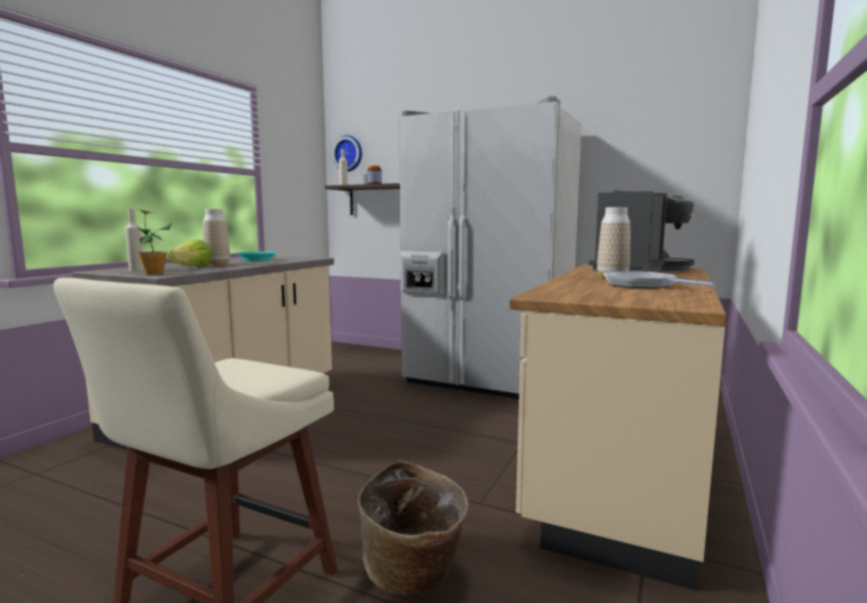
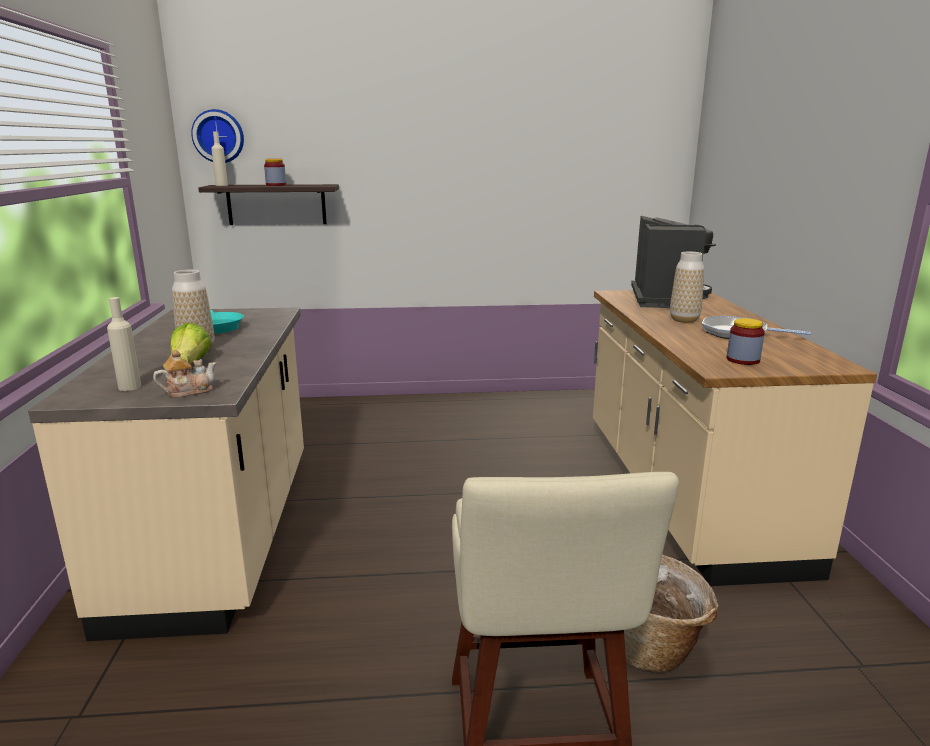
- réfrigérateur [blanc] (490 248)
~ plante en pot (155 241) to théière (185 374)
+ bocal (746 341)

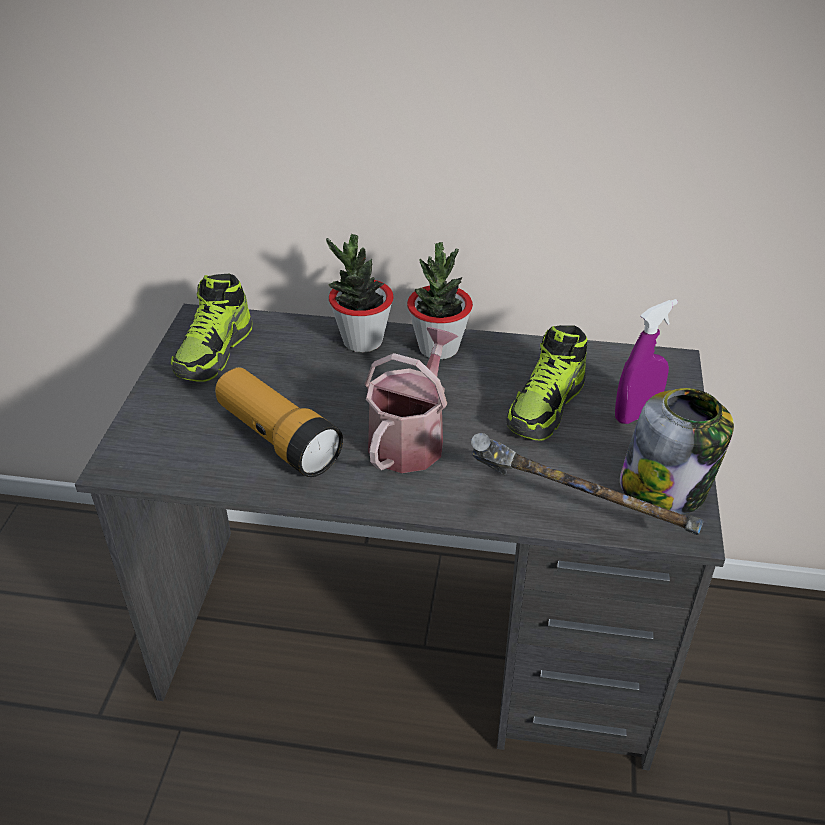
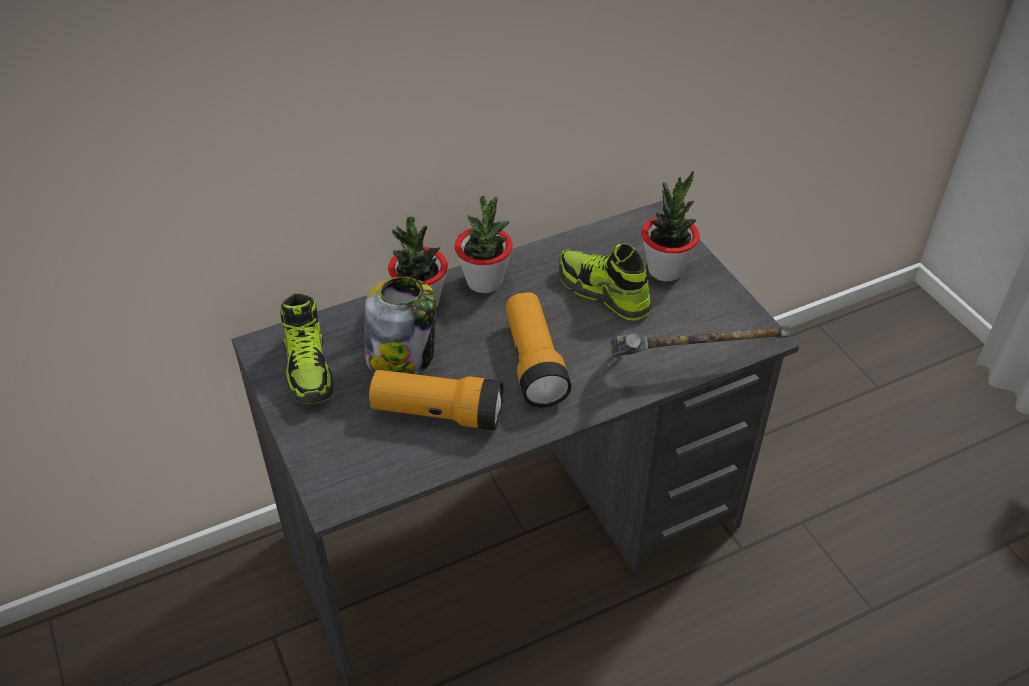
~ vaporisateur [violet] (646 361) to plante en pot (670 226)
~ chaussure (546 383) = (605 282) 135 degrees clockwise
~ arrosoir (411 400) to lampe de poche (538 350)
~ bocal (677 451) to (400 325)

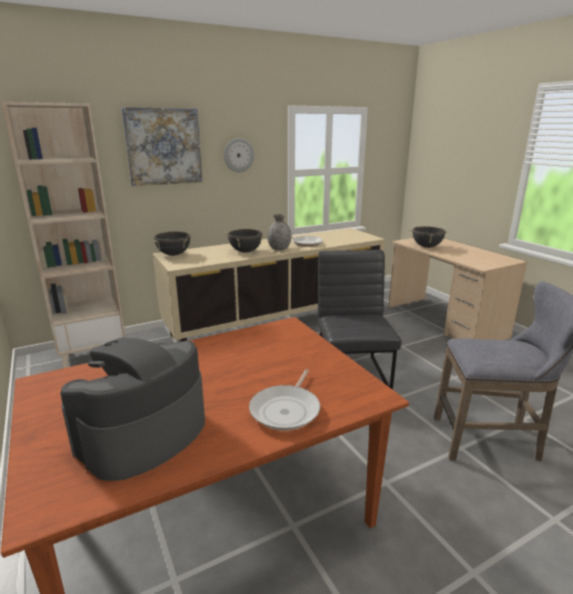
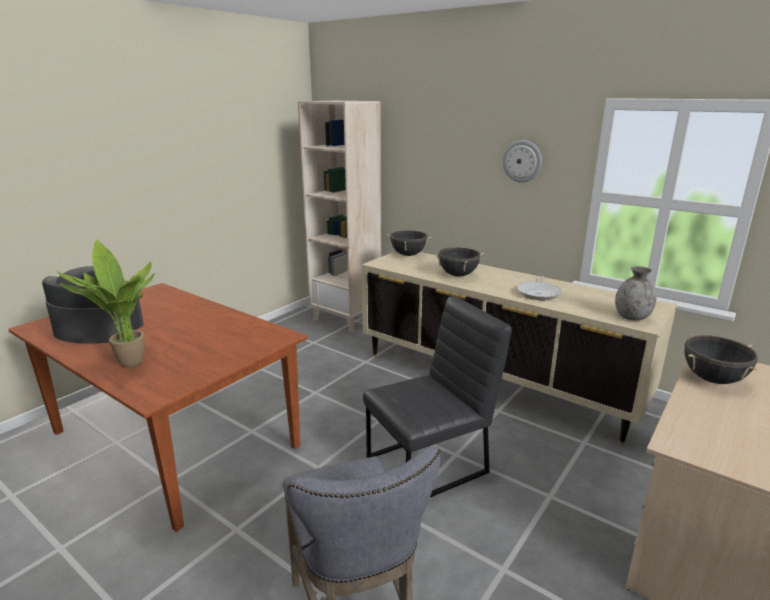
- tableau (161 146)
~ vase [gris] (279 232) to (635 293)
~ poêle (284 400) to plante en pot (106 304)

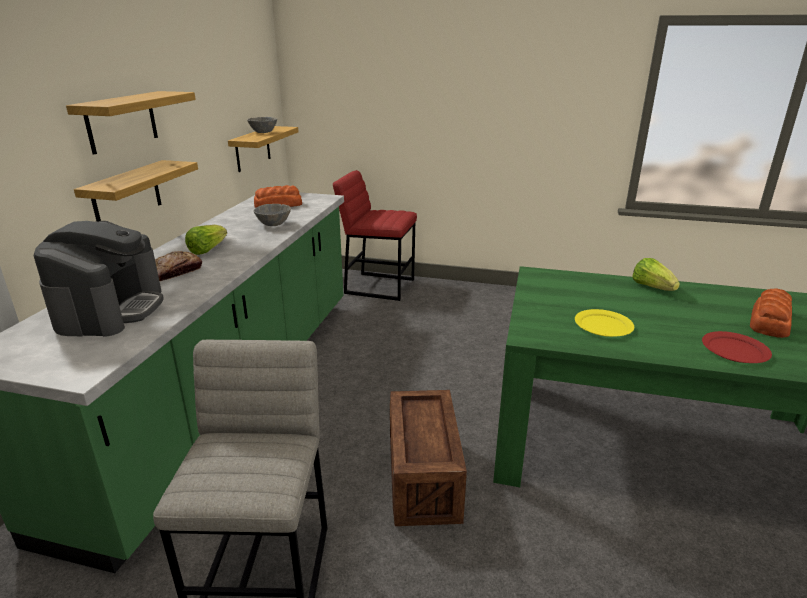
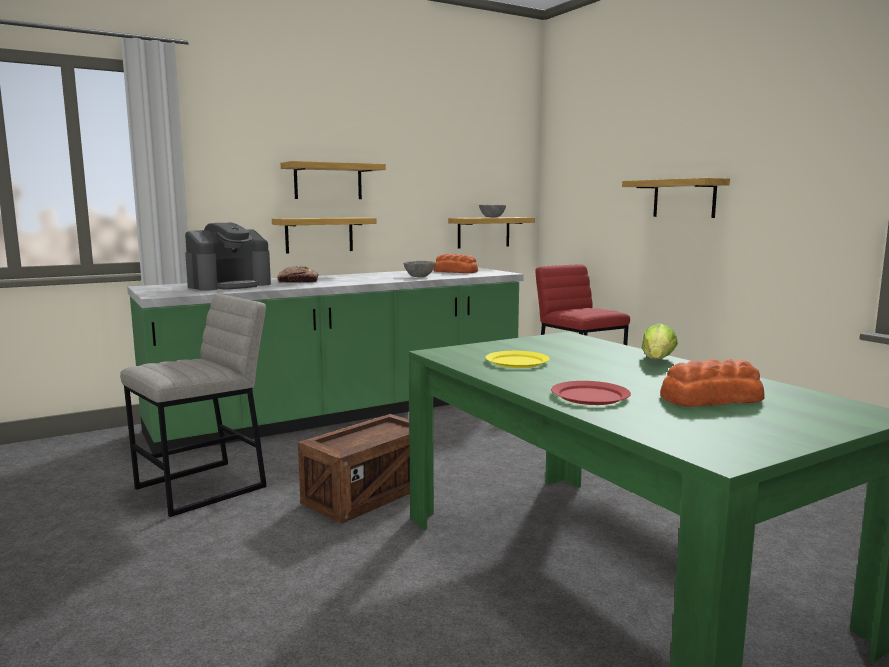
- laitue (206 240)
+ étagère (676 198)

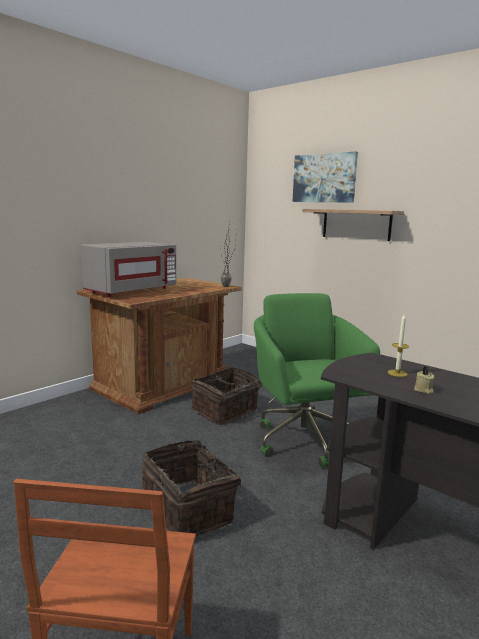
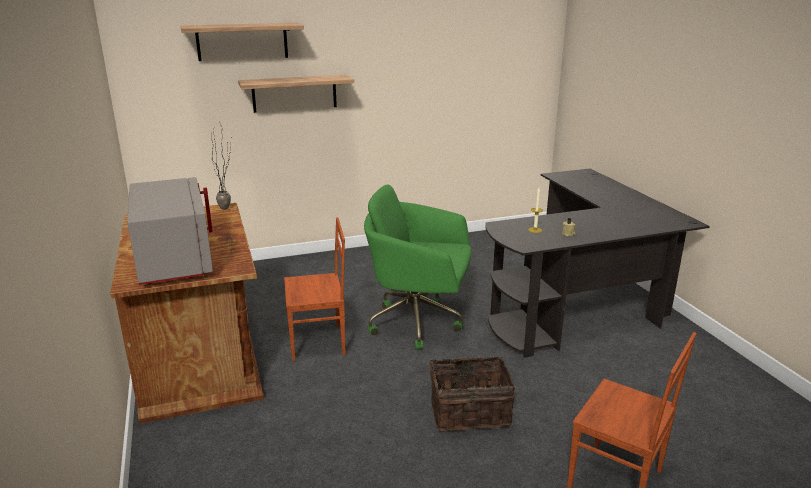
~ tableau (325 177) to étagère (242 42)
~ panier (227 396) to chaise [marron] (314 289)

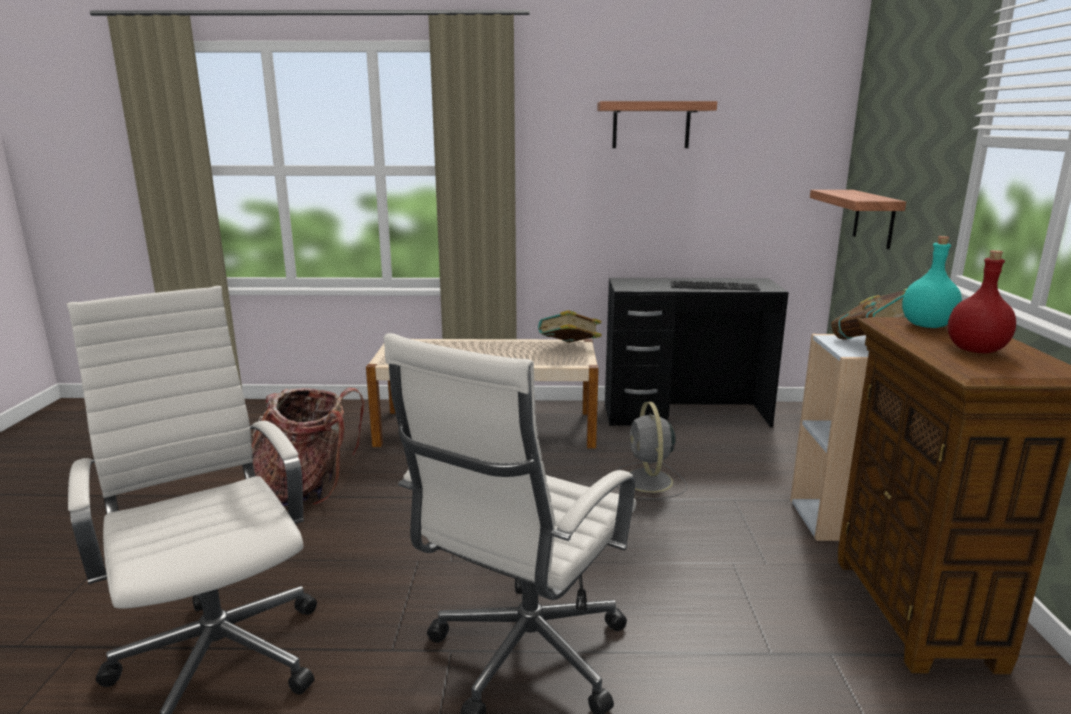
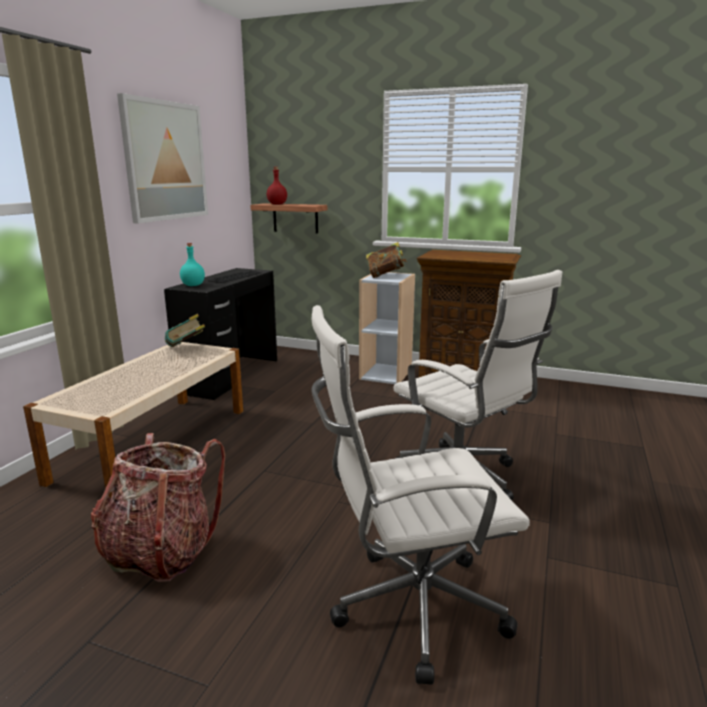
~ étagère (657 124) to tableau (162 158)
~ bouteille [turquoise] (932 282) to (192 264)
~ bouteille [rouge] (982 301) to (277 186)
- ventilateur [gris] (652 450)

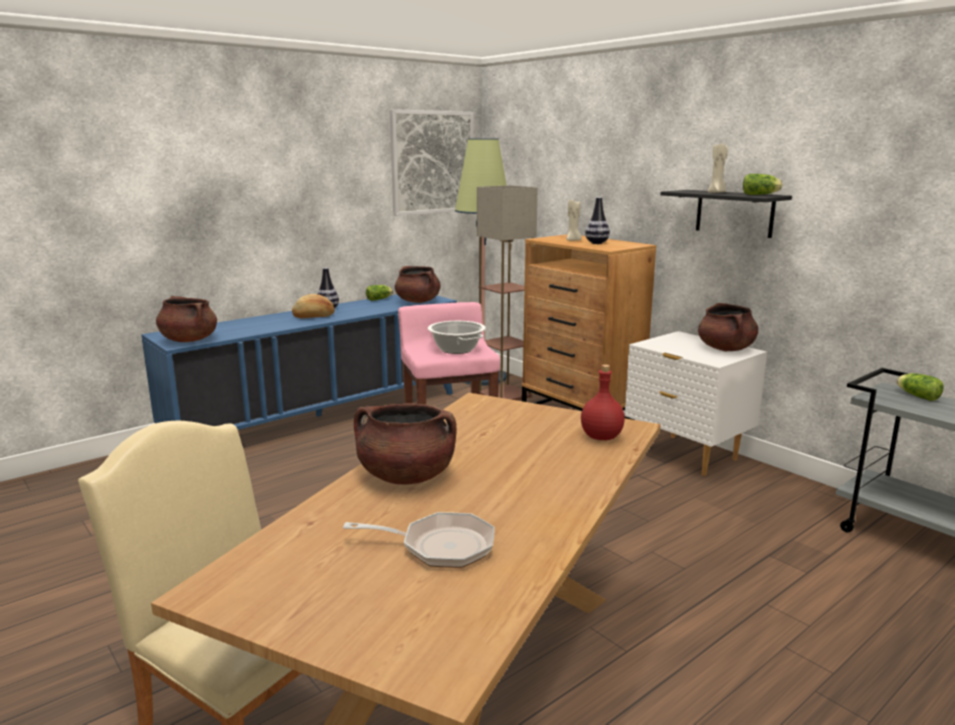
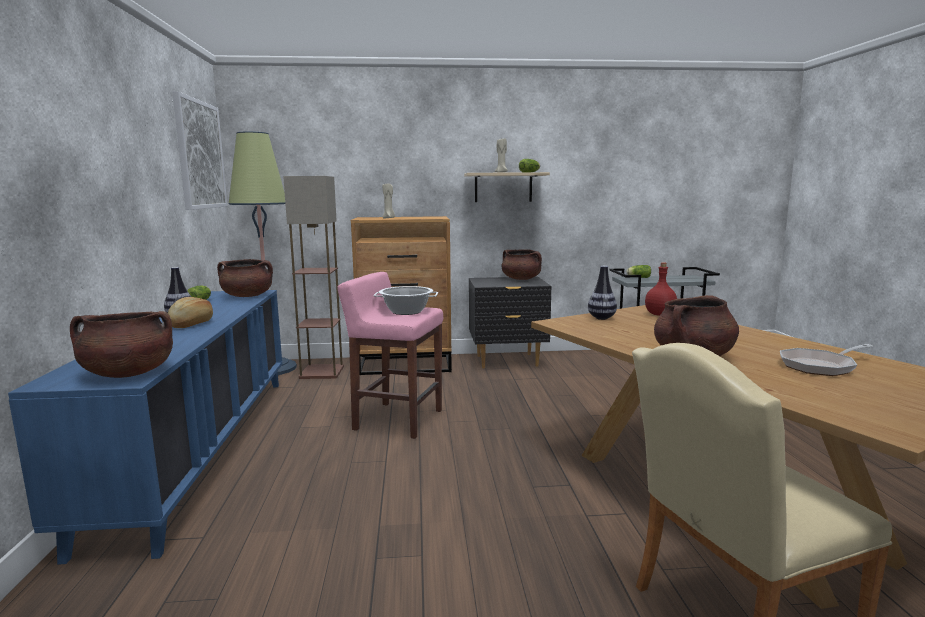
~ étagère [noir] (726 214) to étagère [beige] (507 187)
~ vase (597 220) to (602 293)
~ table de chevet [blanc] (696 403) to table de chevet [noir] (510 322)
~ poêle (419 540) = (827 360) 150 degrees counterclockwise

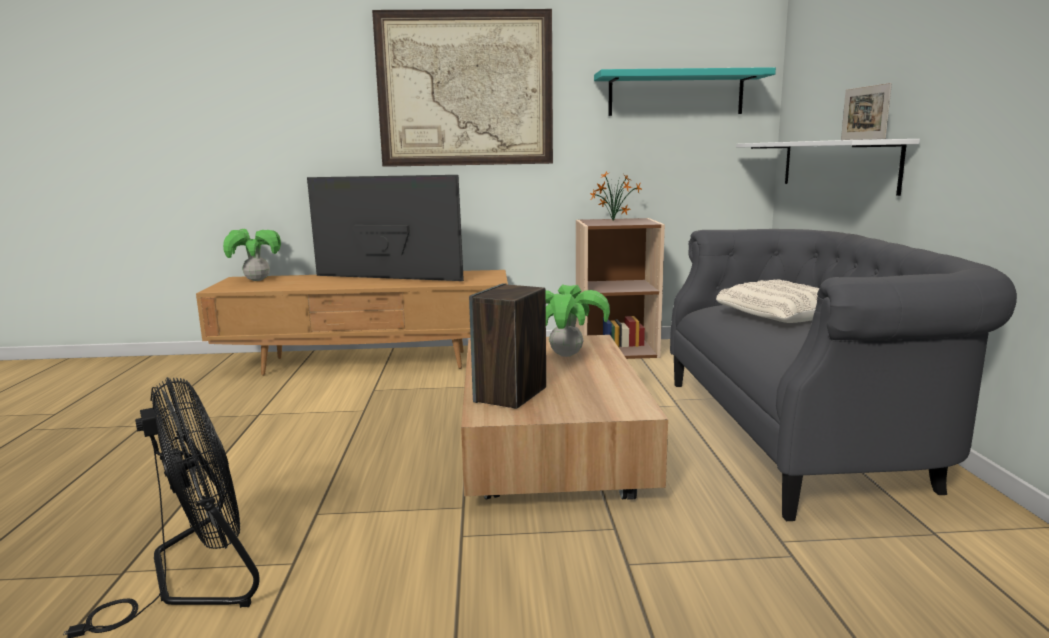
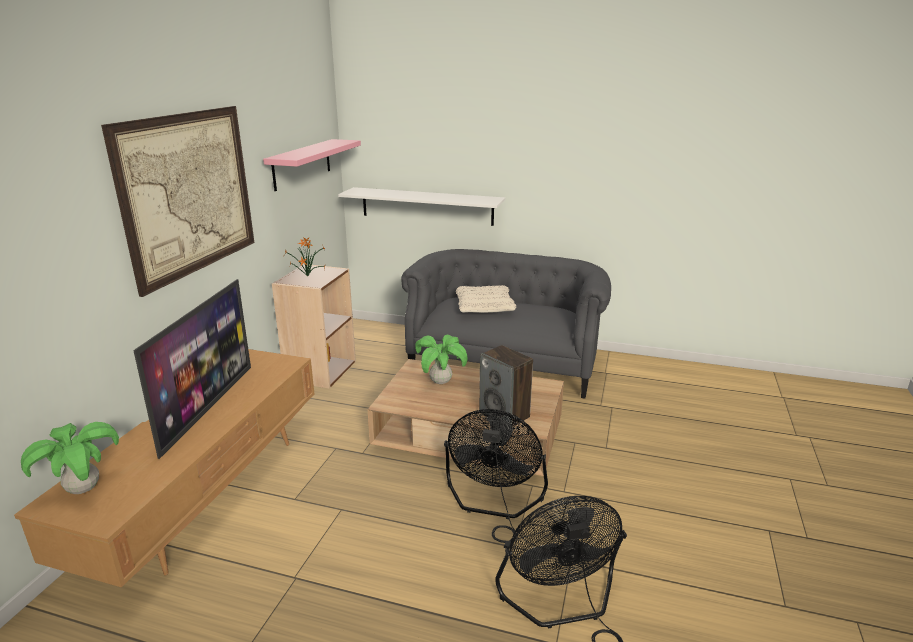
~ étagère [turquoise] (685 91) to étagère [rose] (312 165)
- cadre photo (866 111)
~ téléviseur (385 228) = (192 369) 150 degrees clockwise
+ ventilateur [noir] (496 479)

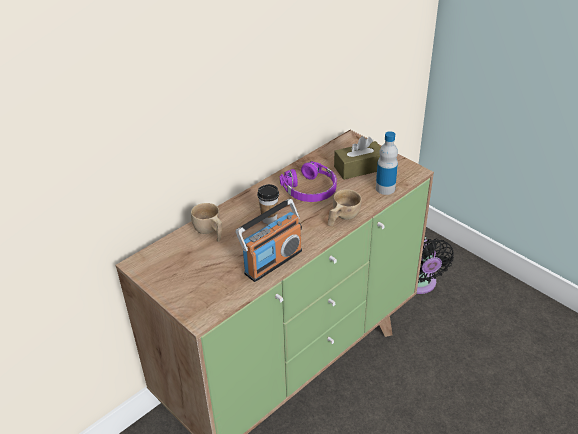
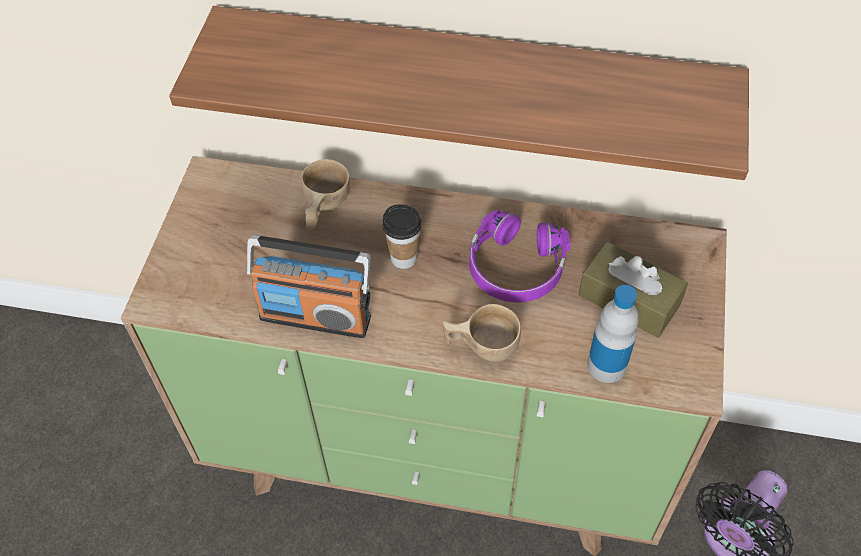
+ étagère (459 93)

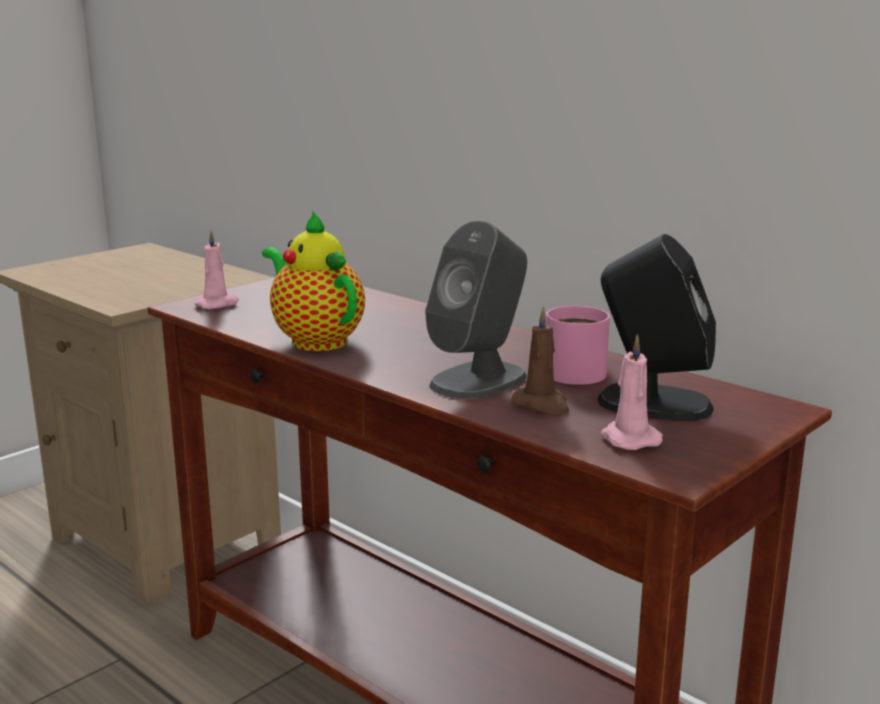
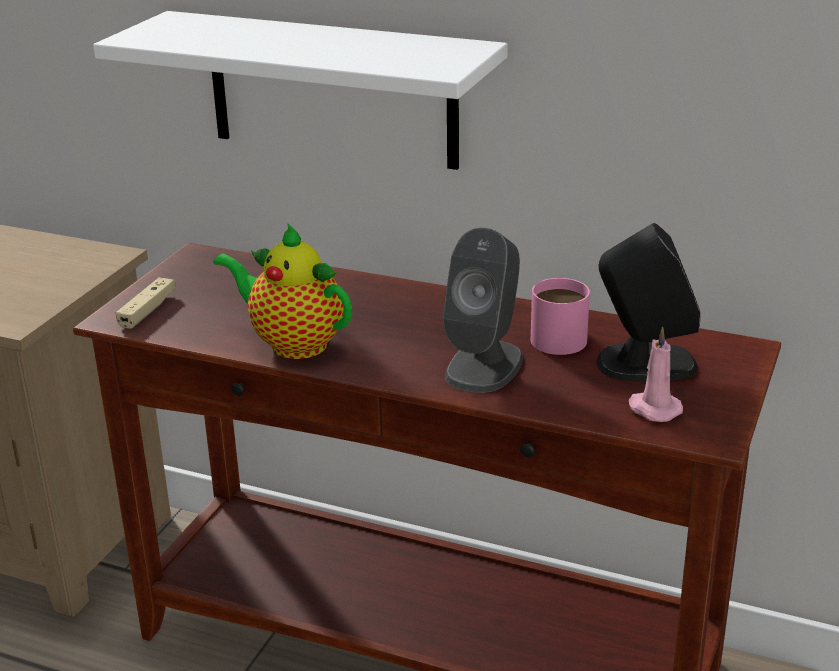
~ bougie [rose] (216 269) to manette [beige] (146 303)
- bougie [marron] (540 360)
+ étagère [blanc] (300 90)

